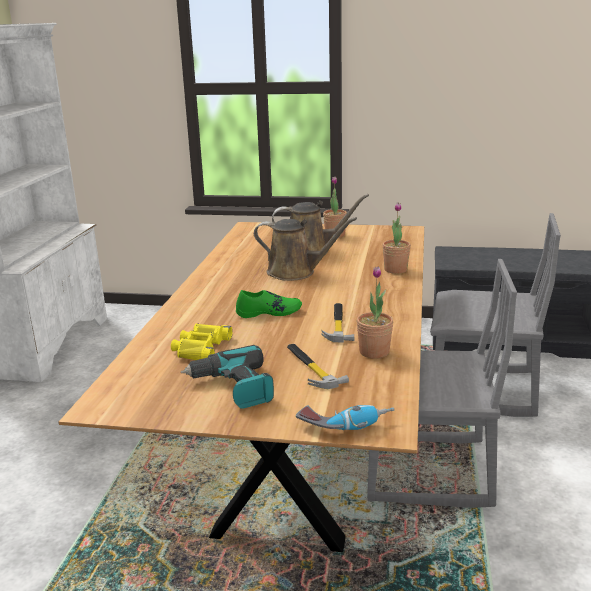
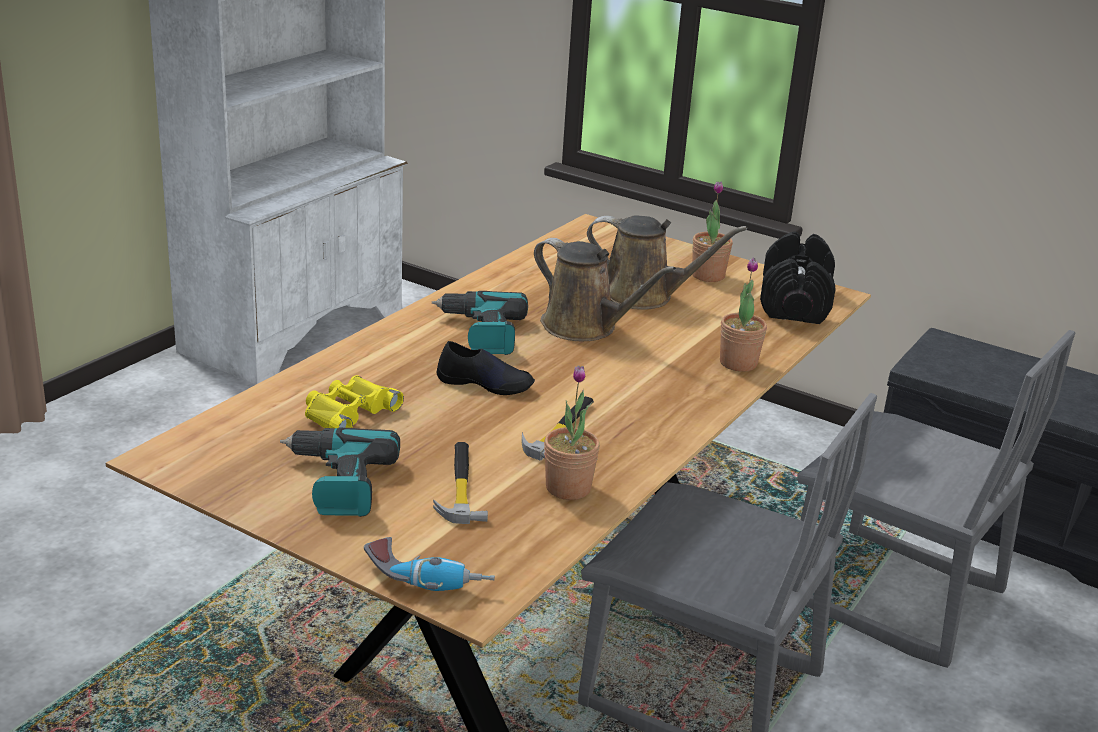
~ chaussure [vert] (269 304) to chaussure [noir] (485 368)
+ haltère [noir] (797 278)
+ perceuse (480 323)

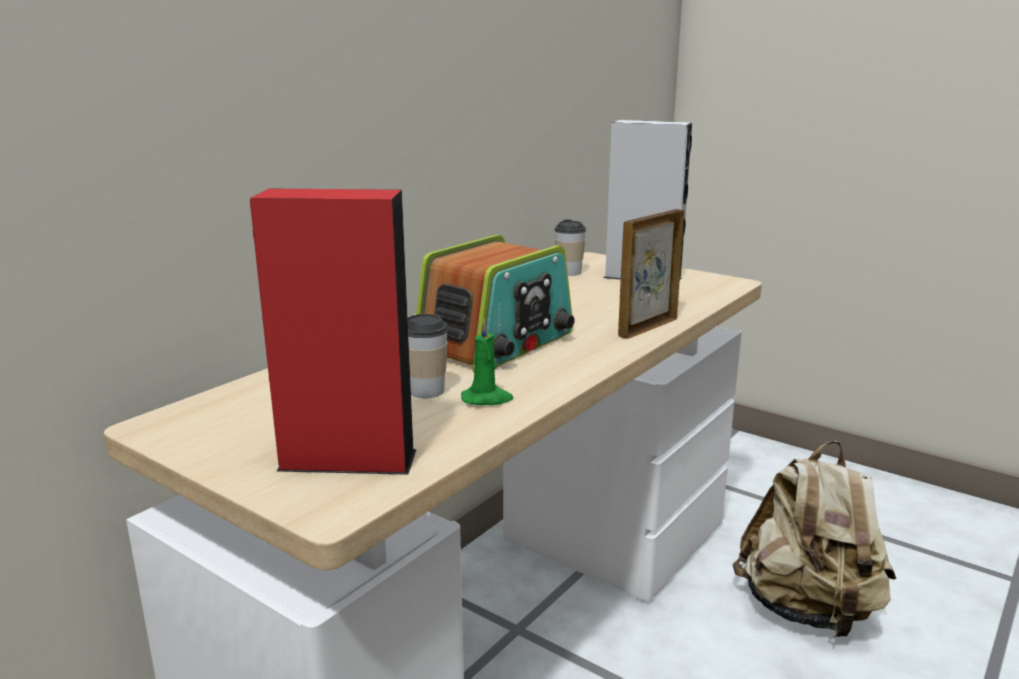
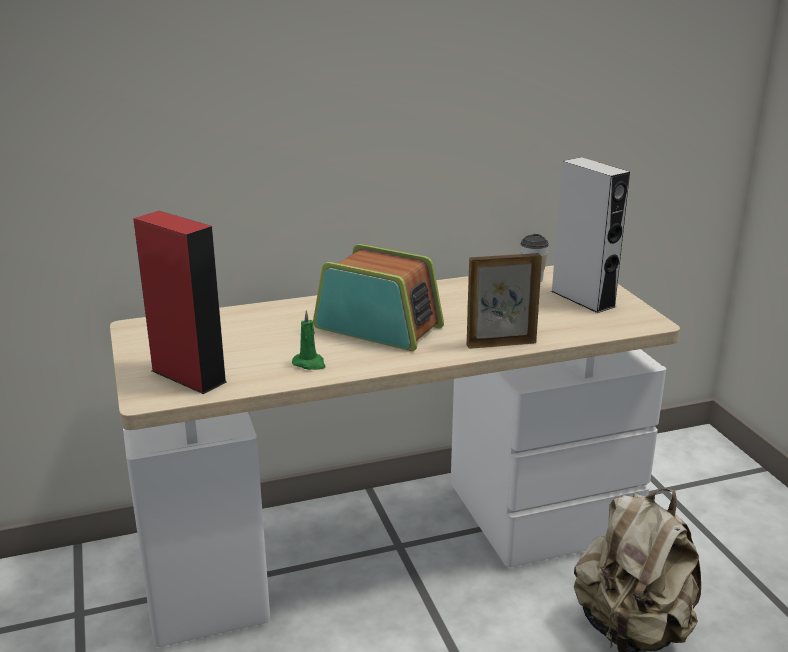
~ radio (495 303) = (378 297) 135 degrees counterclockwise
- tasse (428 356)

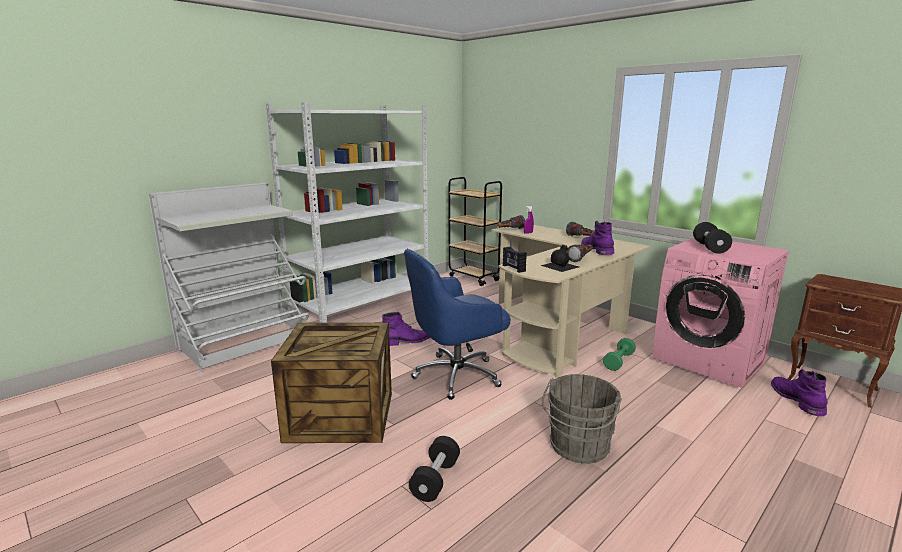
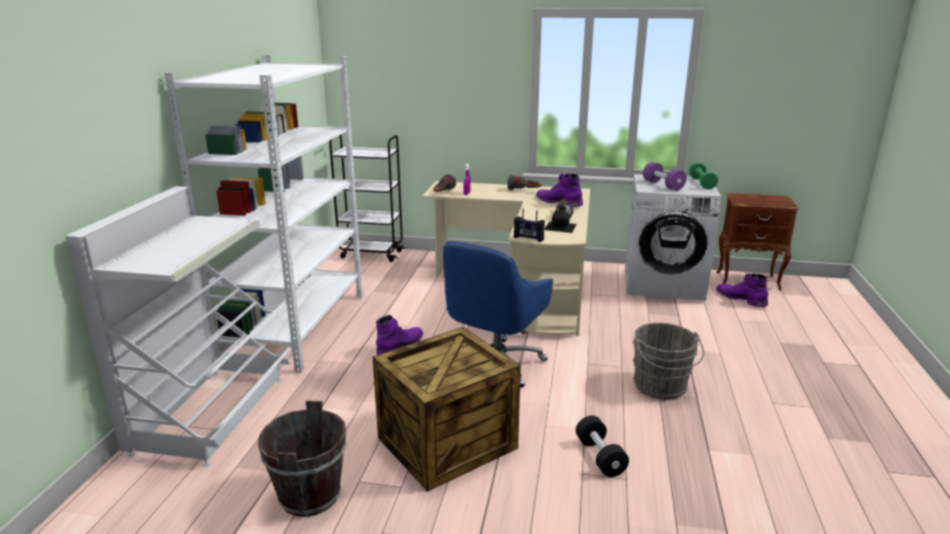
~ chariot [marron] (475 231) to chariot [blanc] (367 198)
~ haltère [noir] (712 238) to haltère [violet] (664 176)
~ lave-linge [rose] (721 313) to lave-linge [blanc] (673 237)
~ haltère [vert] (619 354) to (703 175)
+ seau [marron] (302 458)

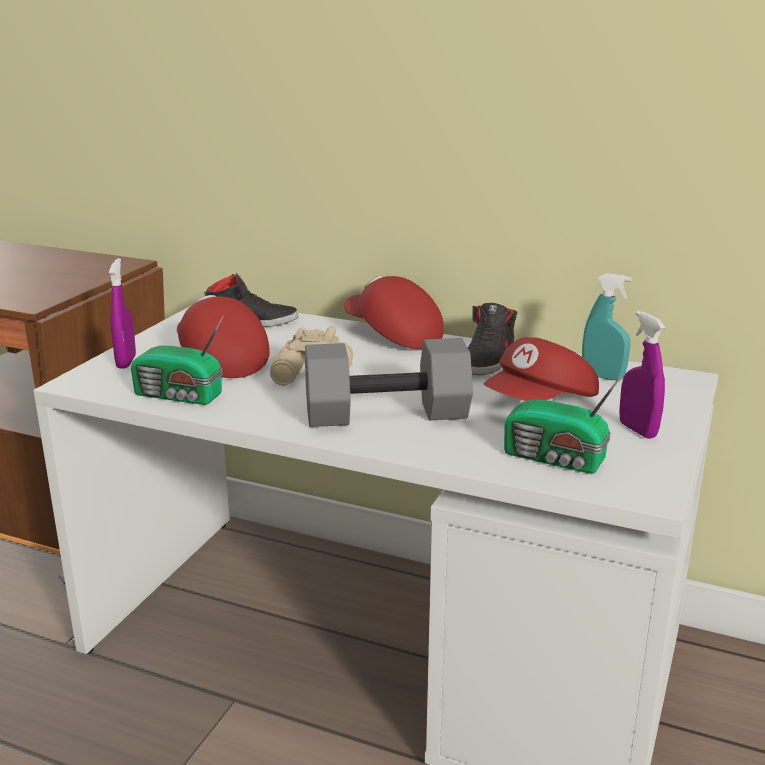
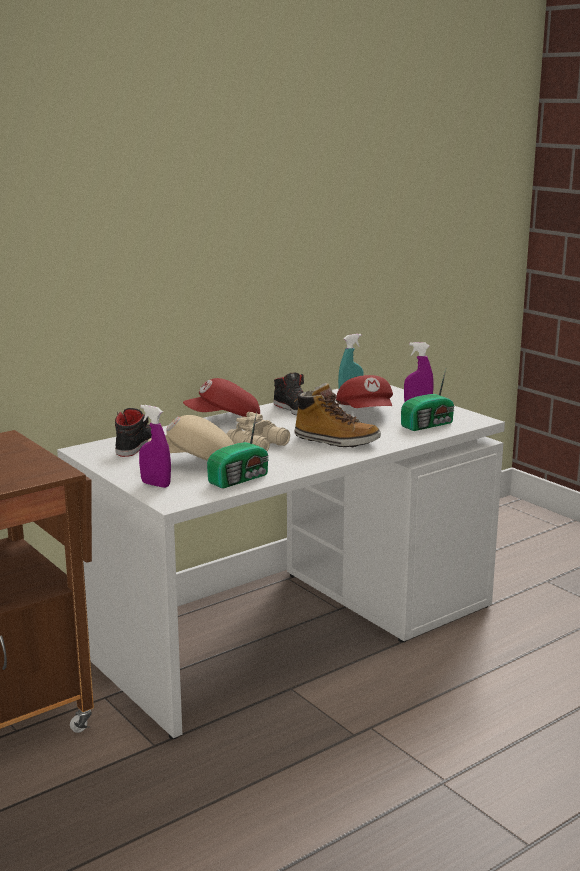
~ casquette [rouge] (223 336) to casquette [beige] (191 438)
~ haltère [gris] (389 382) to botte (337 415)

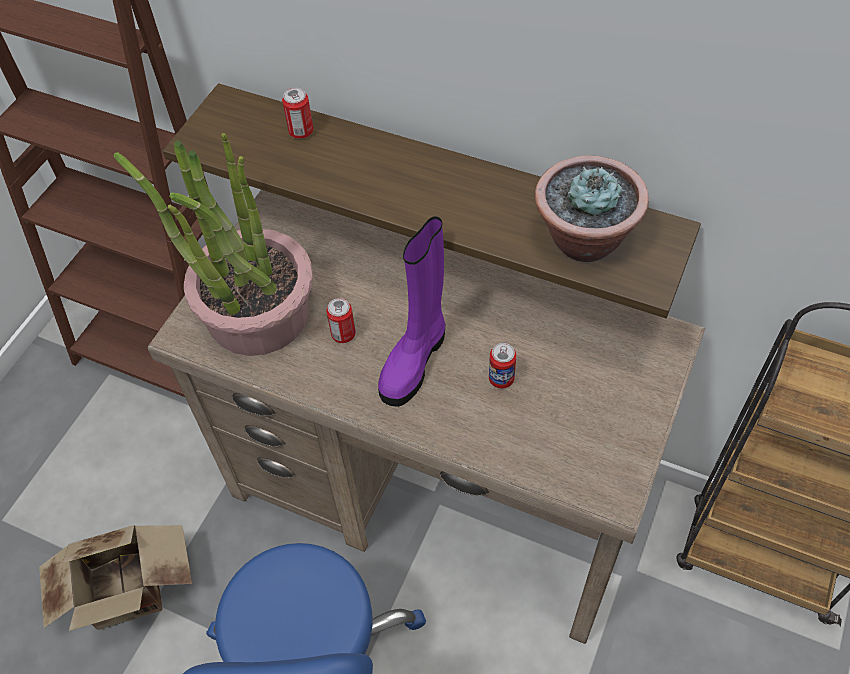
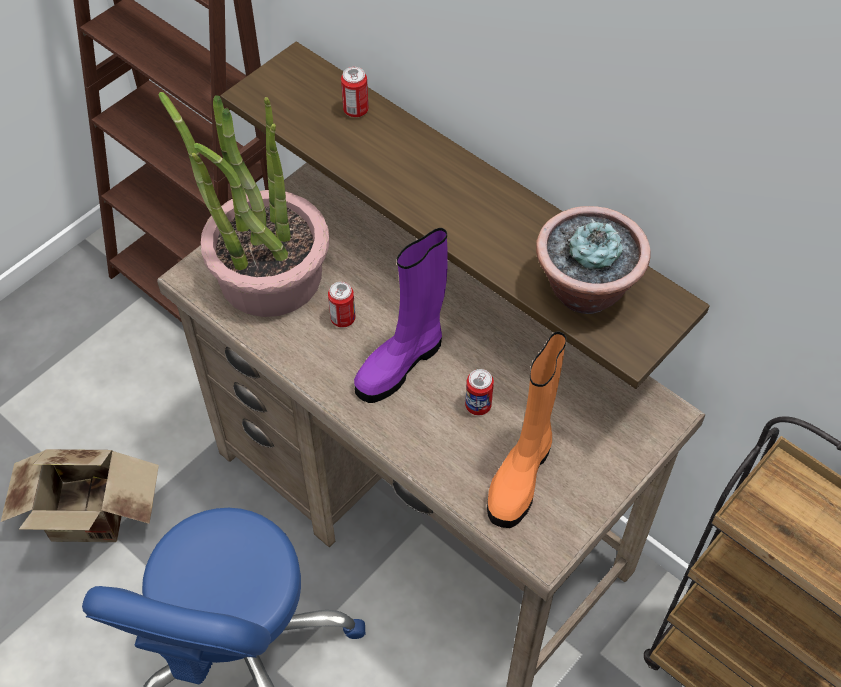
+ botte [orange] (526 430)

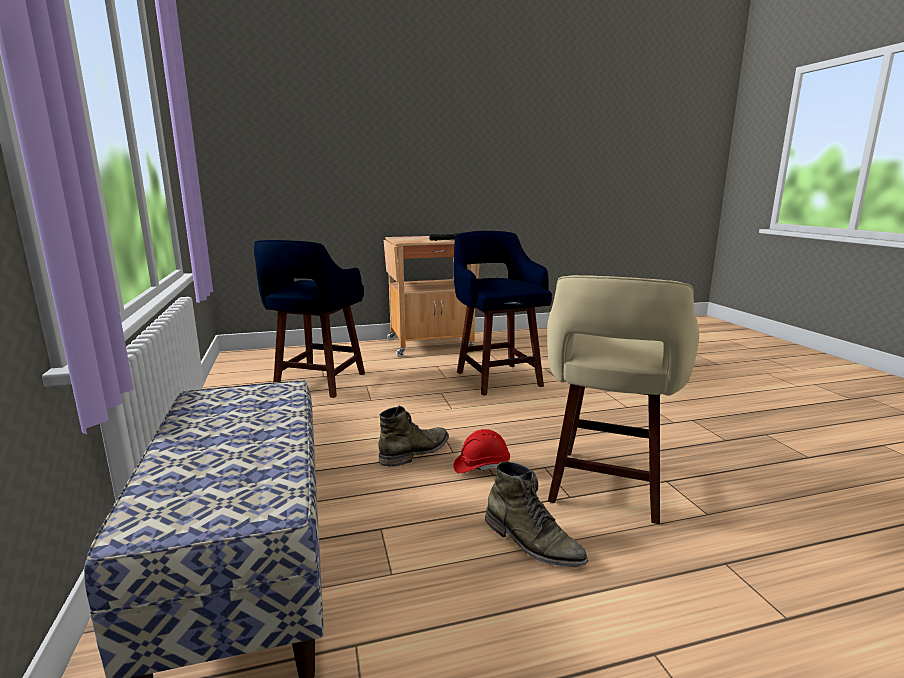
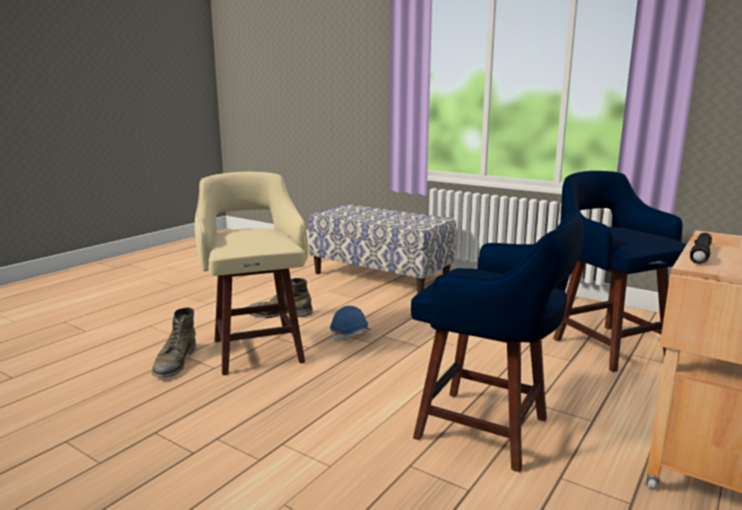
~ botte [vert] (413 436) to (174 342)
~ casque de chantier [rouge] (481 451) to casque de chantier [bleu] (350 324)

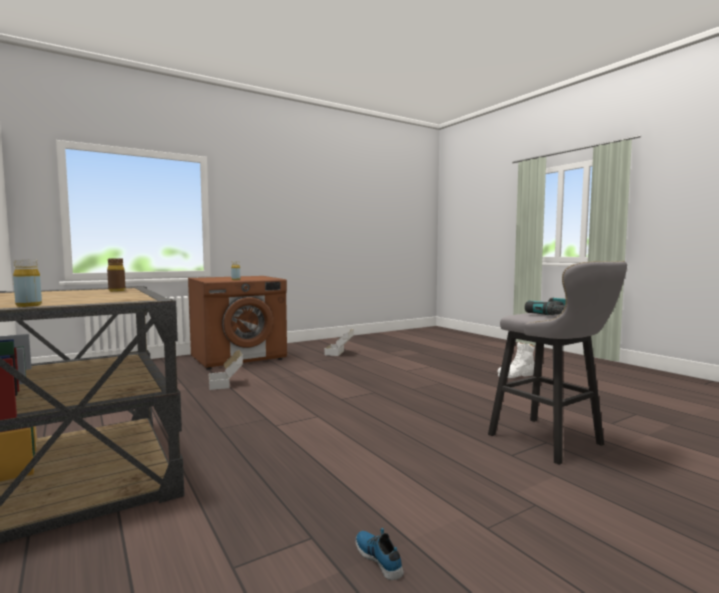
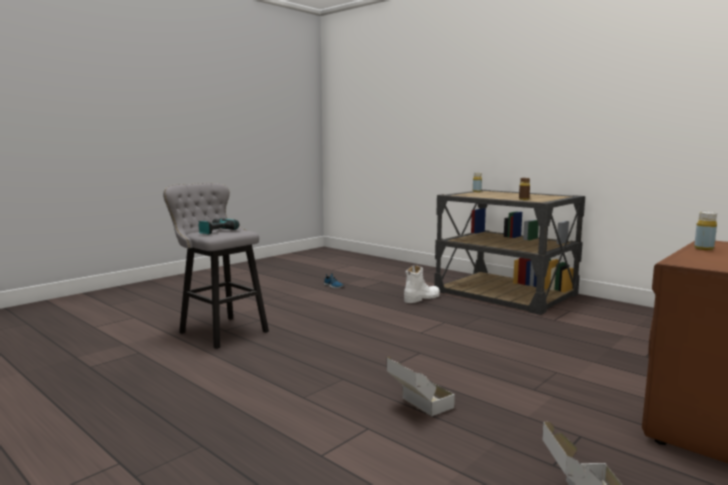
~ botte [blanc] (516 360) to (422 284)
~ carton (226 370) to (421 386)

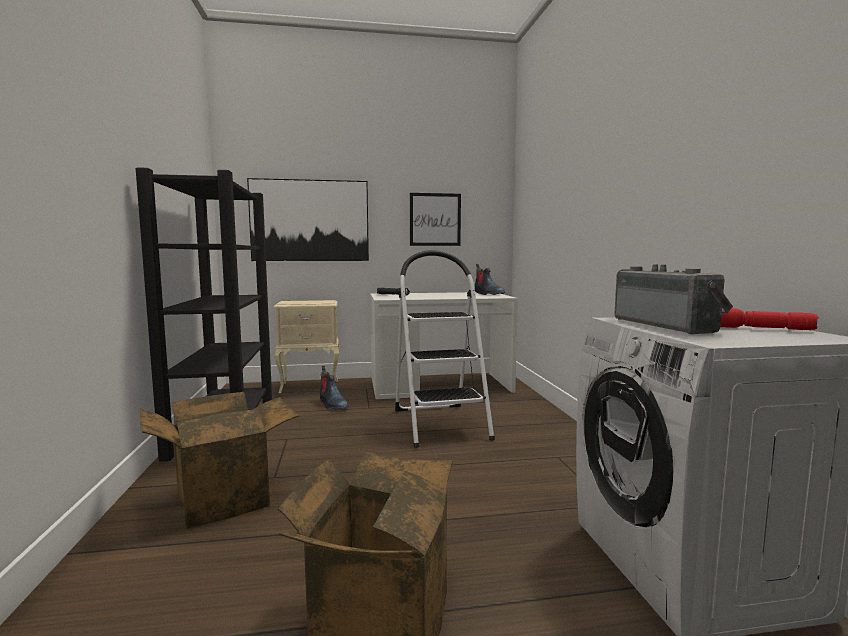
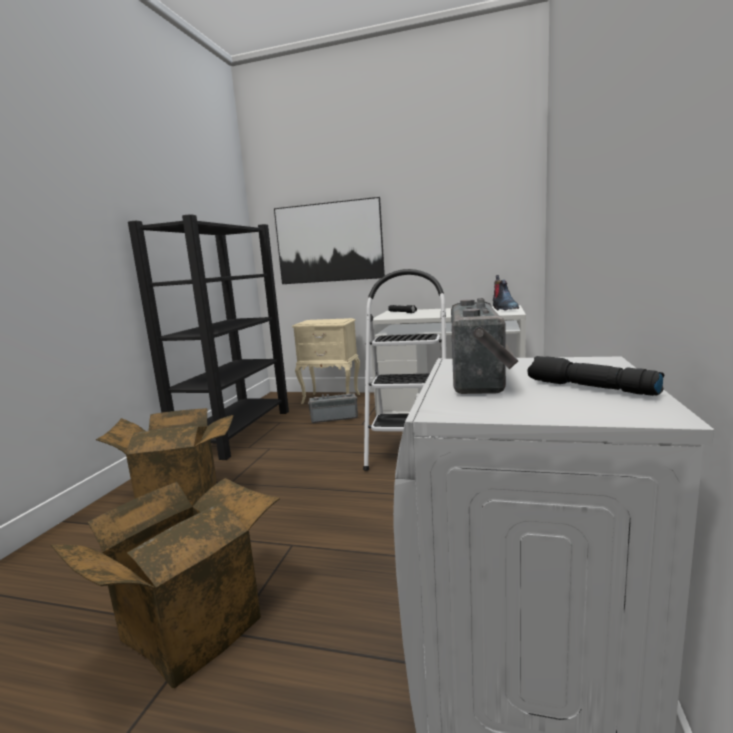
- tableau (435 219)
~ lampe de poche [rouge] (769 319) to lampe de poche [noir] (596 376)
~ botte (334 388) to radio (333 408)

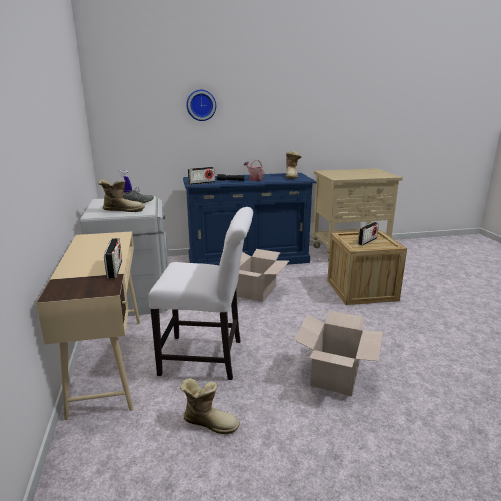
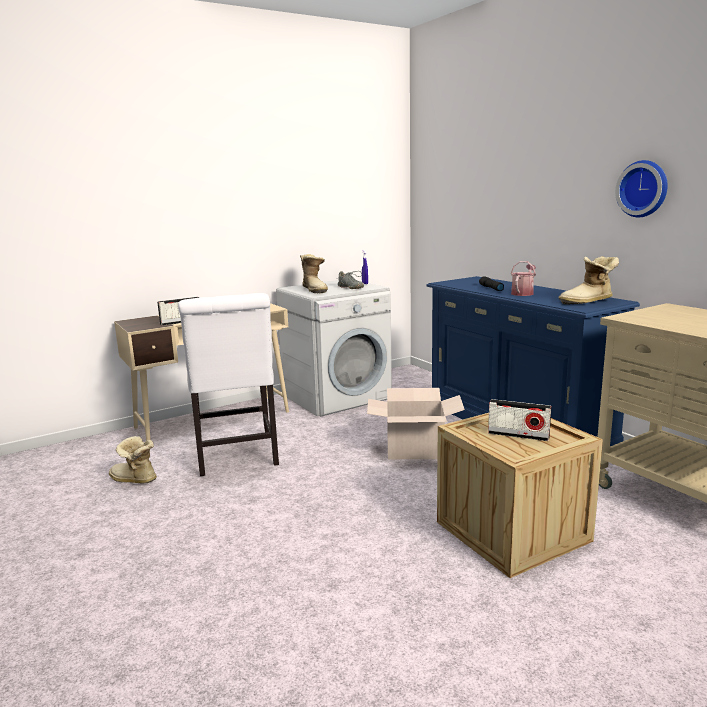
~ horloge murale (201 105) to (641 188)
- radio (201 176)
- carton (338 353)
~ botte (210 406) = (133 460) 120 degrees clockwise

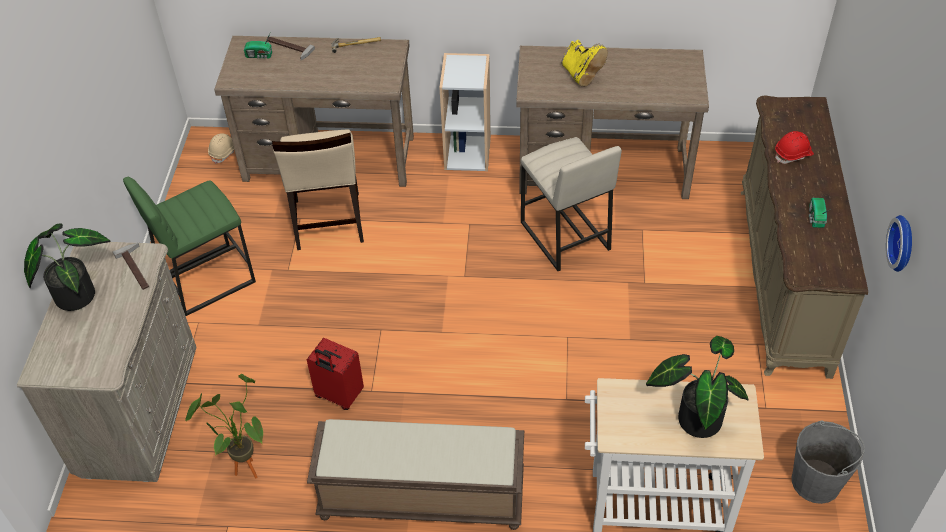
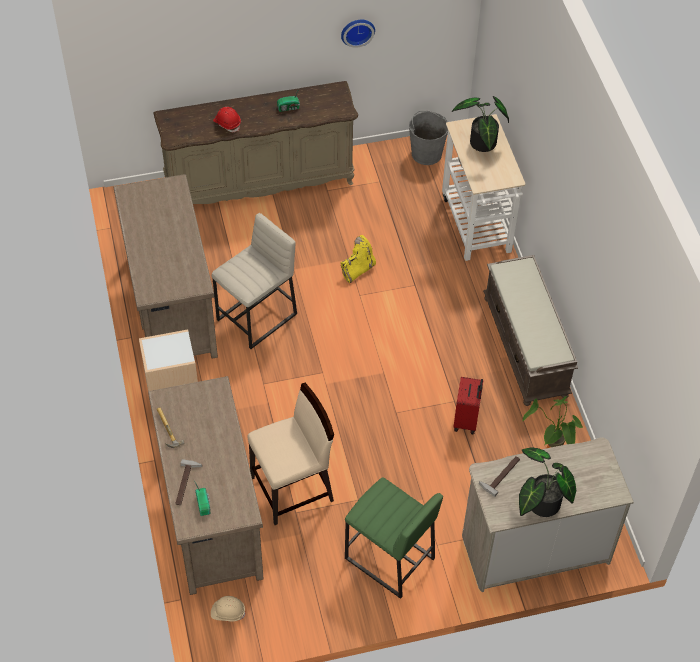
~ botte [jaune] (584 63) to (358 259)

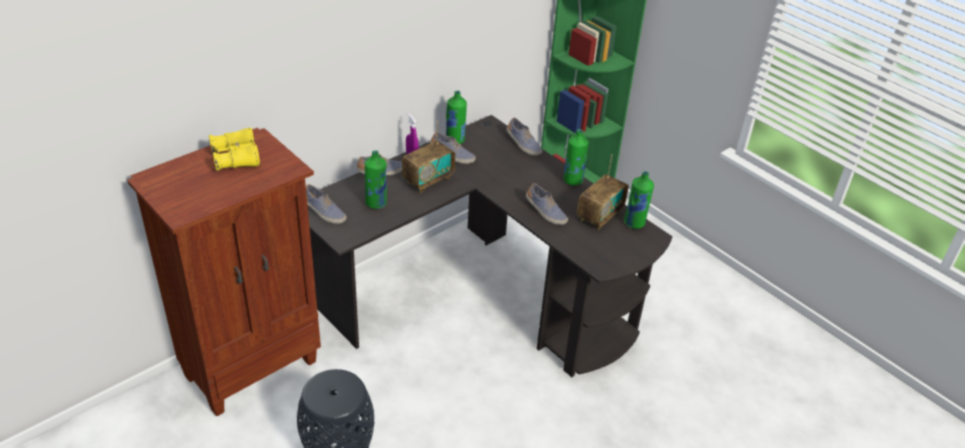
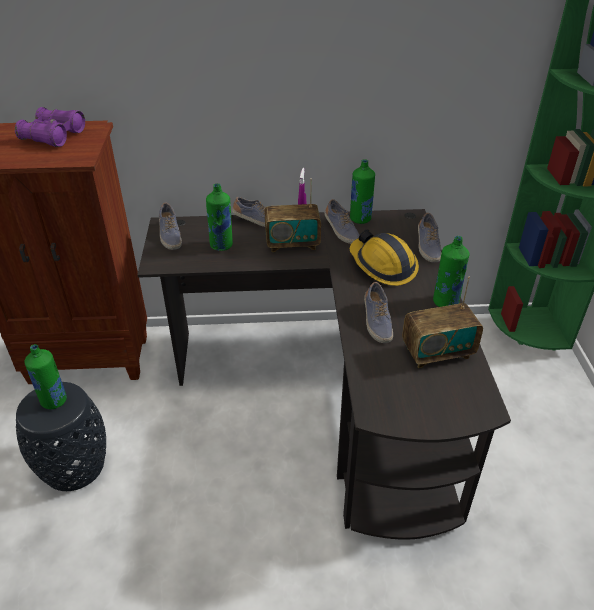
~ jumelles [jaune] (234 149) to jumelles [violet] (50 127)
~ bouteille [vert] (639 200) to (45 376)
+ casque de chantier (384 257)

